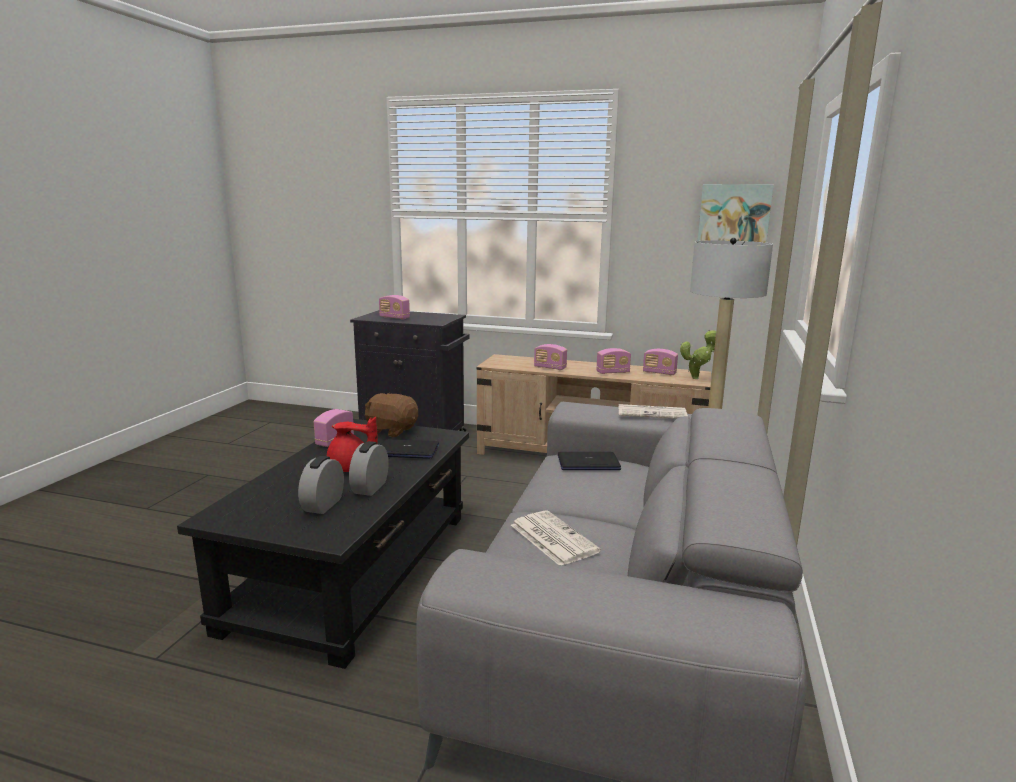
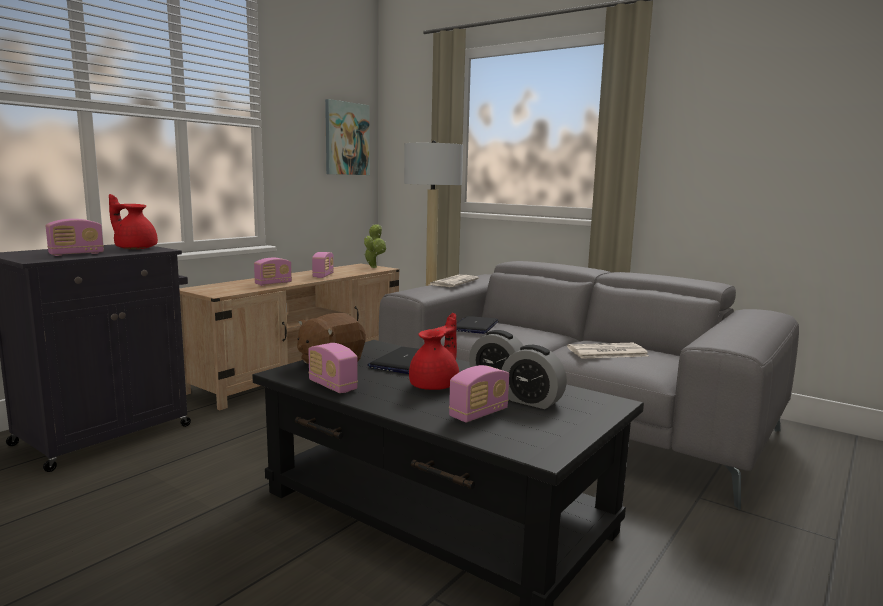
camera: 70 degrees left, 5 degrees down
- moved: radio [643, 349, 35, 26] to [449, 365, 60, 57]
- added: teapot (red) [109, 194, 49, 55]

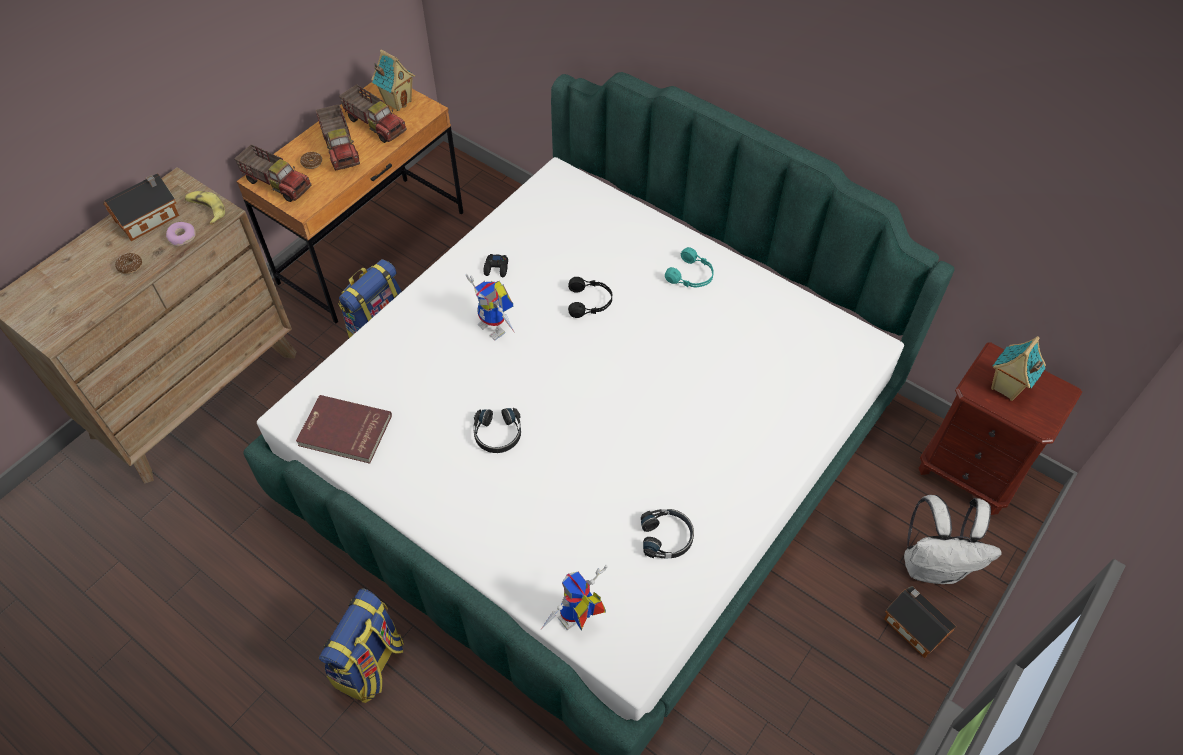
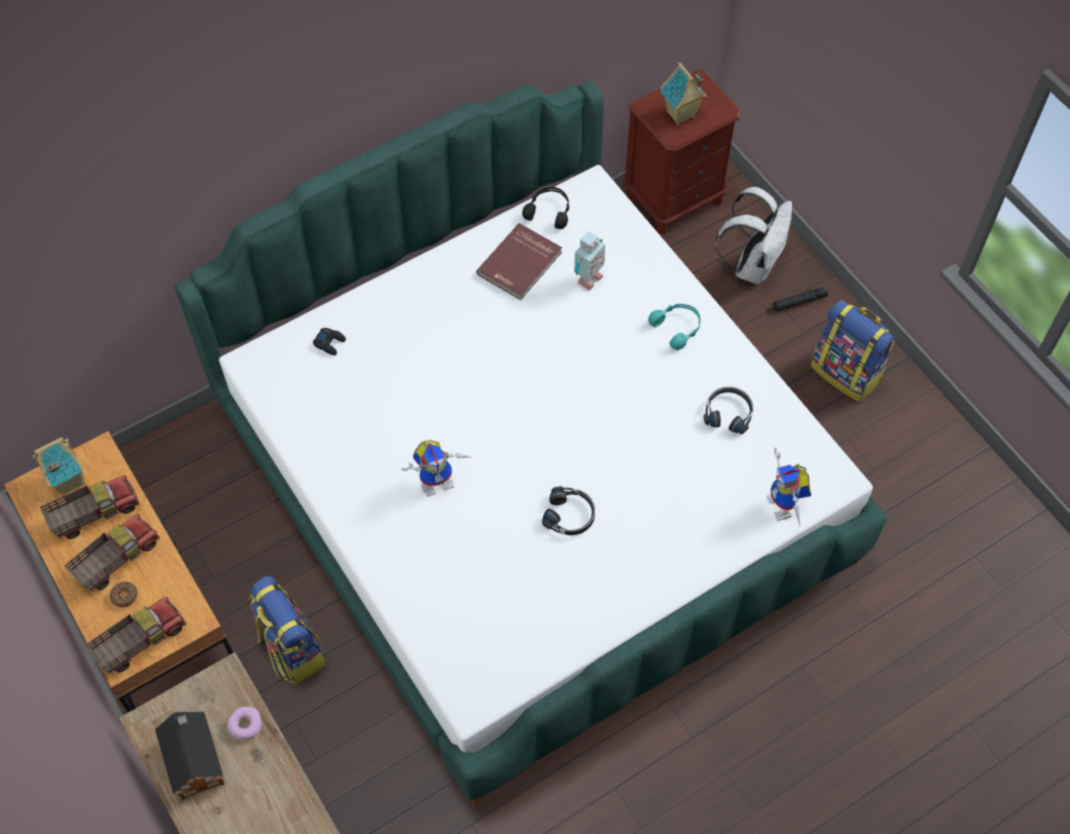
camera: 70 degrees left, 5 degrees up
- removed: donut [115, 253, 27, 21]
- removed: banana [185, 191, 40, 34]
- moved: book (red) [296, 395, 96, 69] to [476, 223, 86, 77]
- turned: toy truck [316, 104, 44, 66] = [64, 514, 96, 78] 45 degrees counterclockwise
- moved: backpack [319, 588, 85, 115] to [811, 300, 83, 102]
- moved: game controller (black) [483, 254, 25, 23] to [313, 328, 33, 27]
- moved: headphones (black) [568, 277, 44, 41] to [522, 187, 47, 42]
- moved: headphones (turquoise) [665, 247, 49, 40] to [648, 304, 52, 46]
- replaced: toy house [884, 586, 72, 72] to flashlight (black) [772, 287, 56, 25]
- added: toy robot [574, 231, 31, 60]

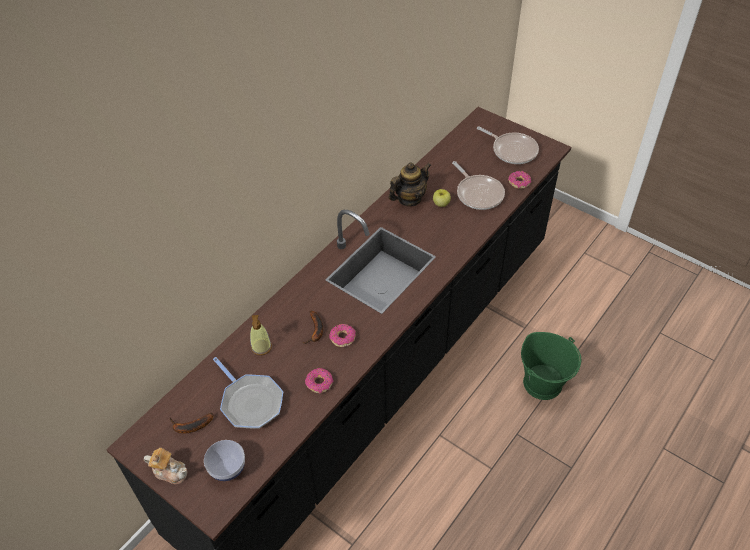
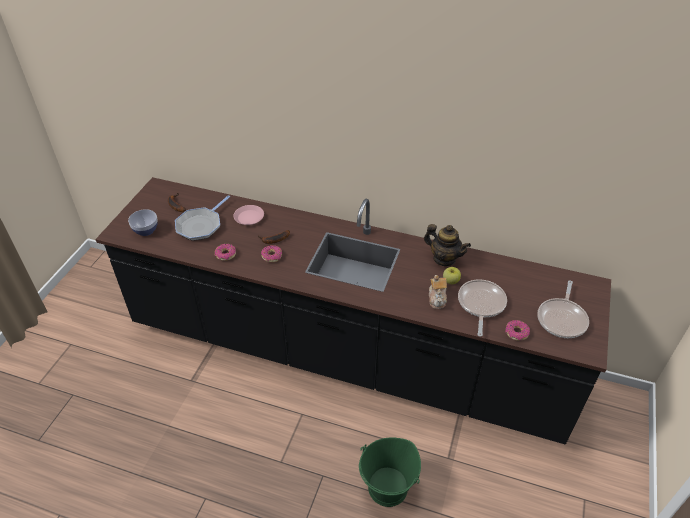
camera: 70 degrees right, 5 degrees down
- moved: teapot [144, 448, 43, 36] to [429, 275, 18, 34]
- replaced: soap dispenser [250, 315, 22, 40] to plate (pink) [234, 205, 30, 20]
- turned: frying pan [452, 161, 53, 49] = [458, 279, 49, 58] 150 degrees clockwise

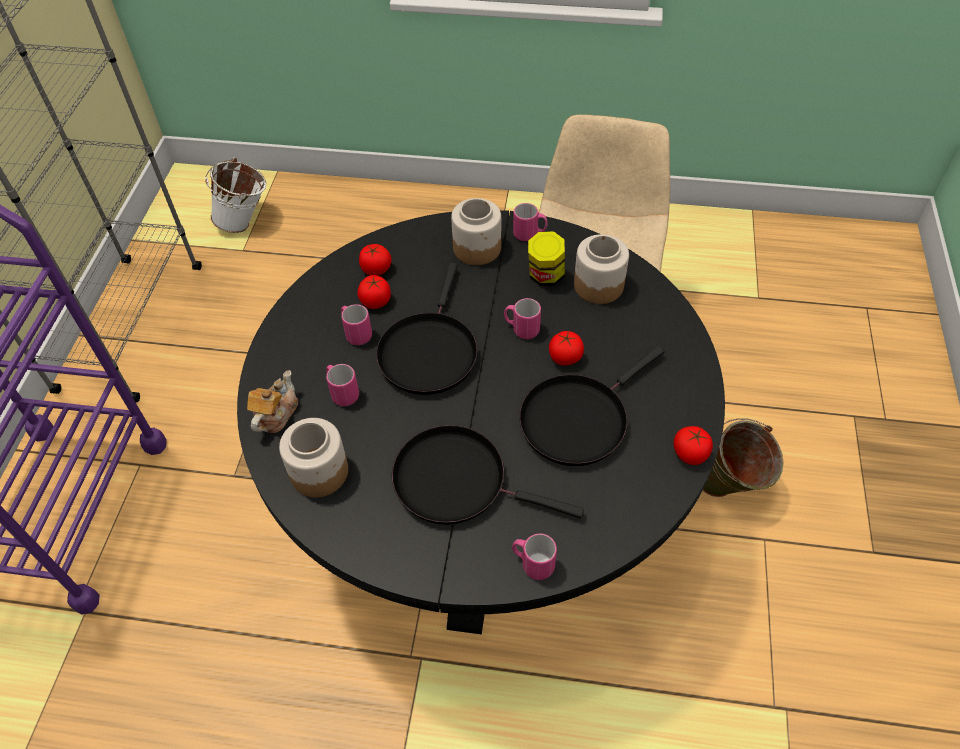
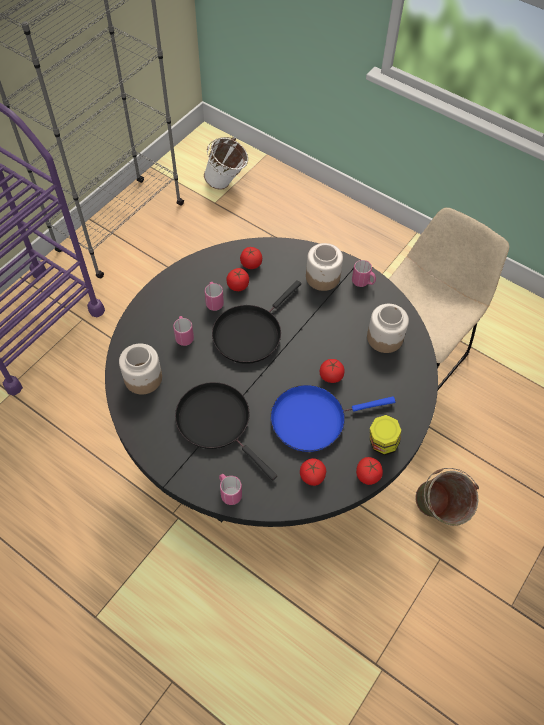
camera: 25 degrees right, 5 degrees up
- removed: teapot [247, 370, 51, 63]
- removed: mug (pink) [504, 298, 37, 41]
- recoloured: frying pan (black) [519, 346, 146, 120] to frying pan (blue) [271, 385, 125, 67]
- moved: jar [528, 231, 37, 55] to [370, 415, 31, 40]
- added: tomato [300, 458, 26, 28]

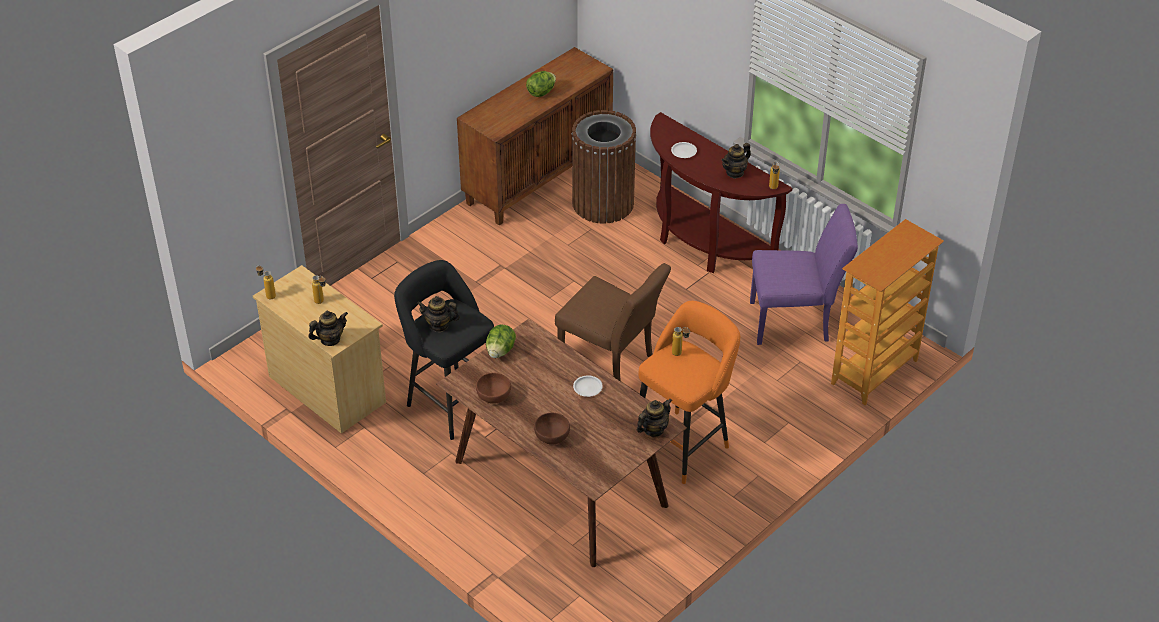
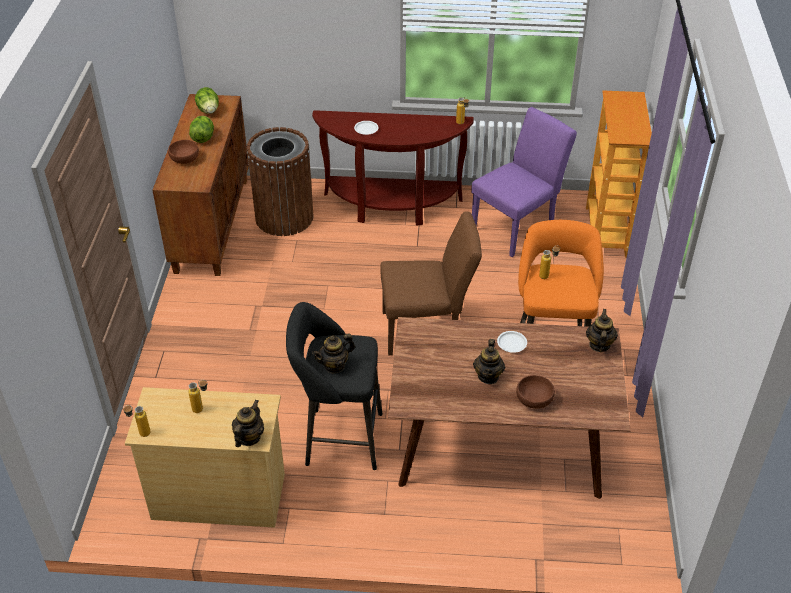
camera: 40 degrees left, 0 degrees up
- moved: bowl (brown) [476, 373, 35, 31] to [168, 140, 31, 24]
- moved: lettuce [486, 325, 30, 33] to [195, 87, 24, 27]
- moved: teapot [722, 143, 29, 36] to [473, 339, 32, 45]

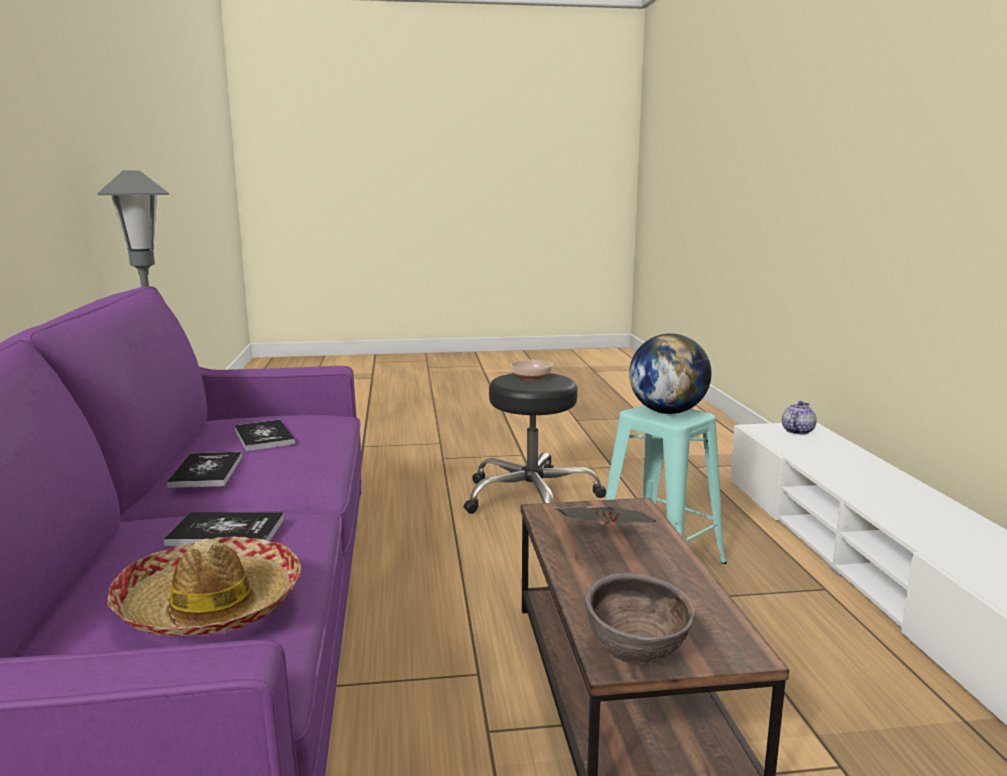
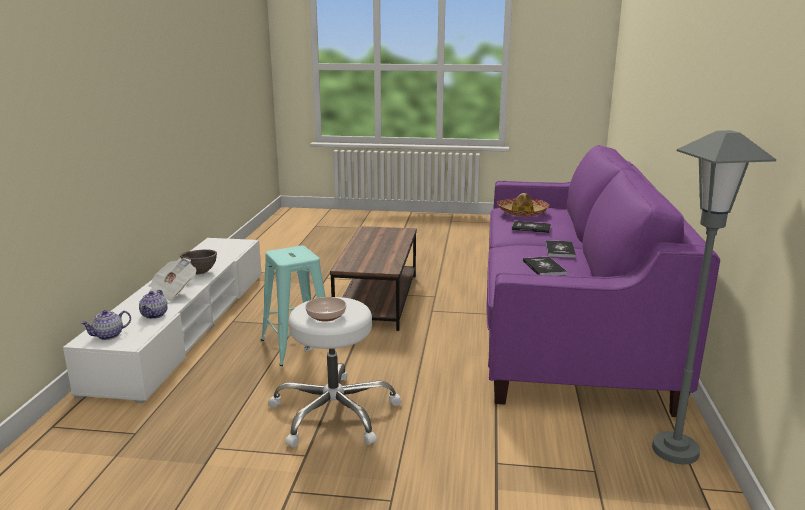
camera: 165 degrees left, 5 degrees up
- recoloured: stool (black) [464, 373, 142, 141] to stool (white) [268, 297, 134, 151]
- moved: newspaper [554, 506, 102, 20] to [148, 258, 48, 43]
- moved: bowl (brown) [585, 573, 110, 92] to [180, 249, 37, 25]
- removed: globe [629, 334, 82, 80]
- added: teapot [139, 290, 28, 29]

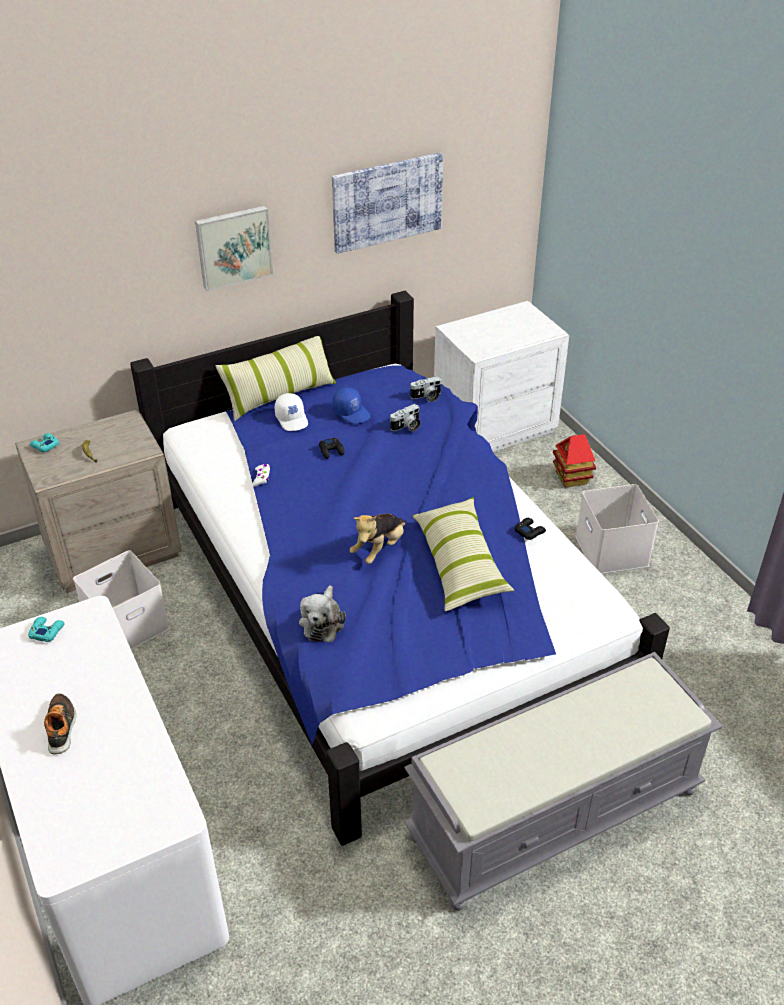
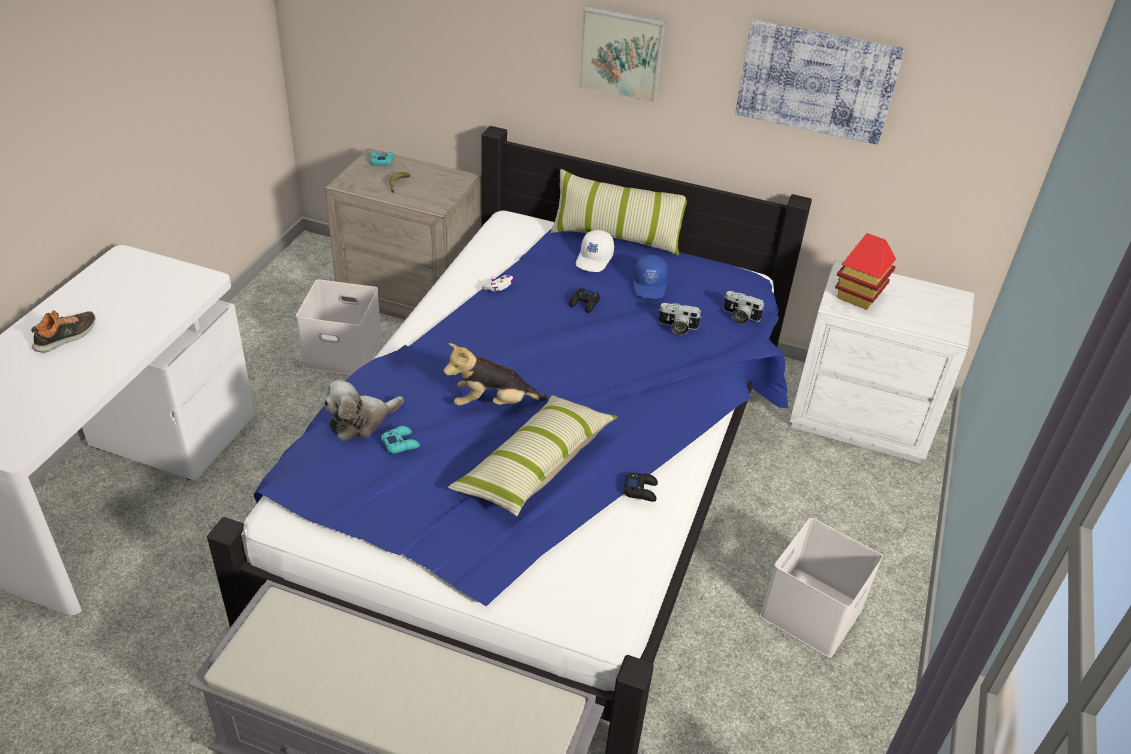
camera: 45 degrees right, 0 degrees up
- moved: game controller (turquoise) [28, 617, 37, 25] to [381, 426, 39, 28]
- moved: toy house [553, 434, 43, 54] to [835, 233, 61, 77]

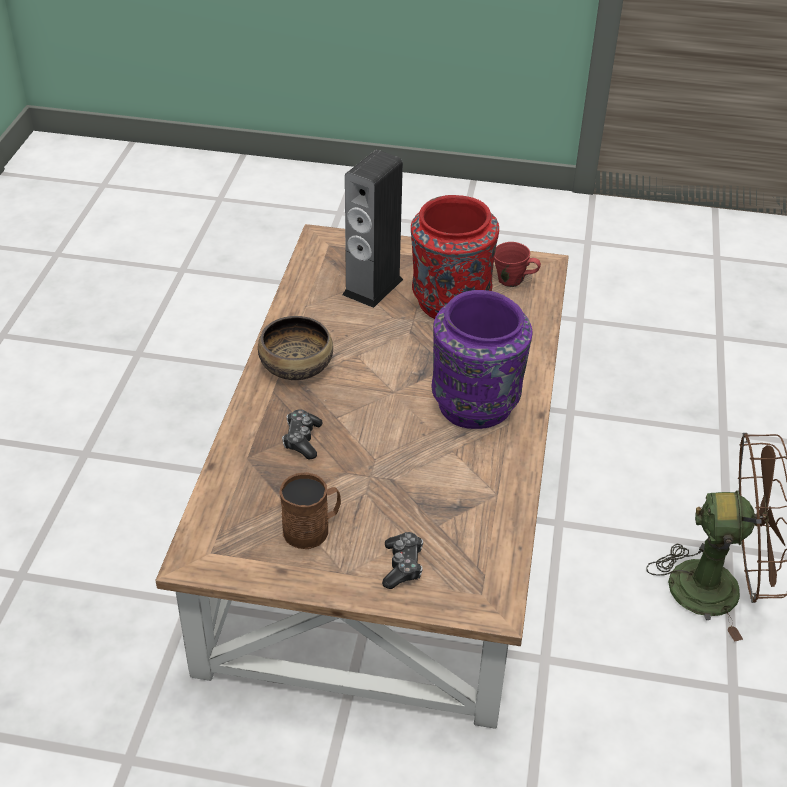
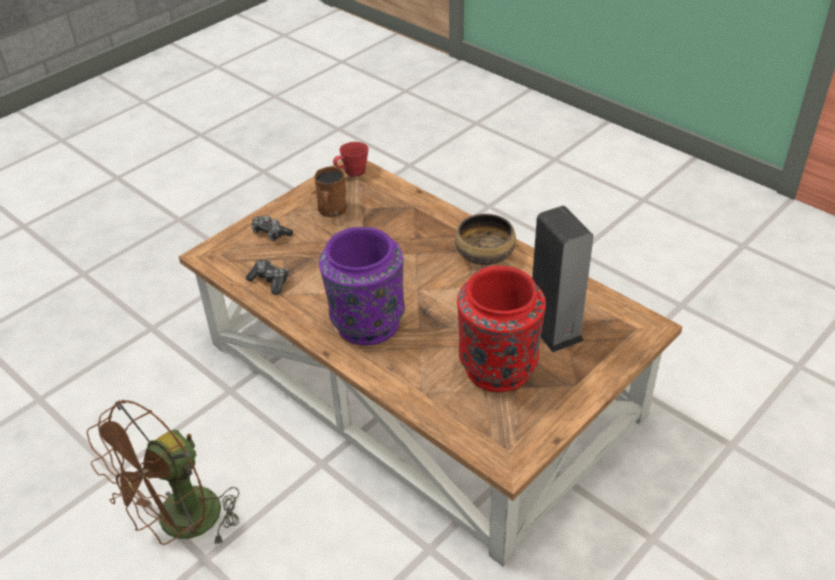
camera: 125 degrees right, 0 degrees up
- moved: game controller [282, 409, 41, 50] to [246, 260, 42, 35]
- moved: mug (red) [494, 242, 47, 45] to [333, 142, 36, 35]

